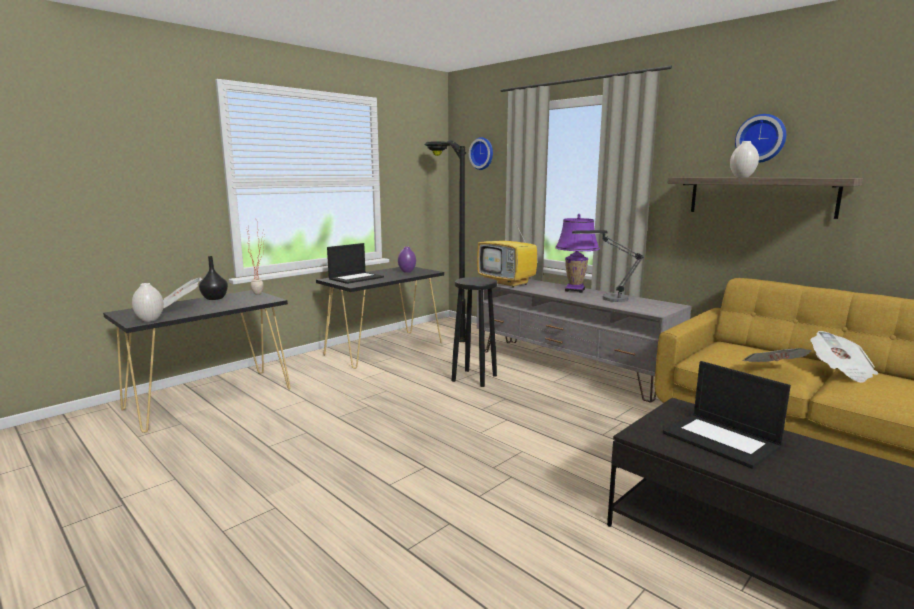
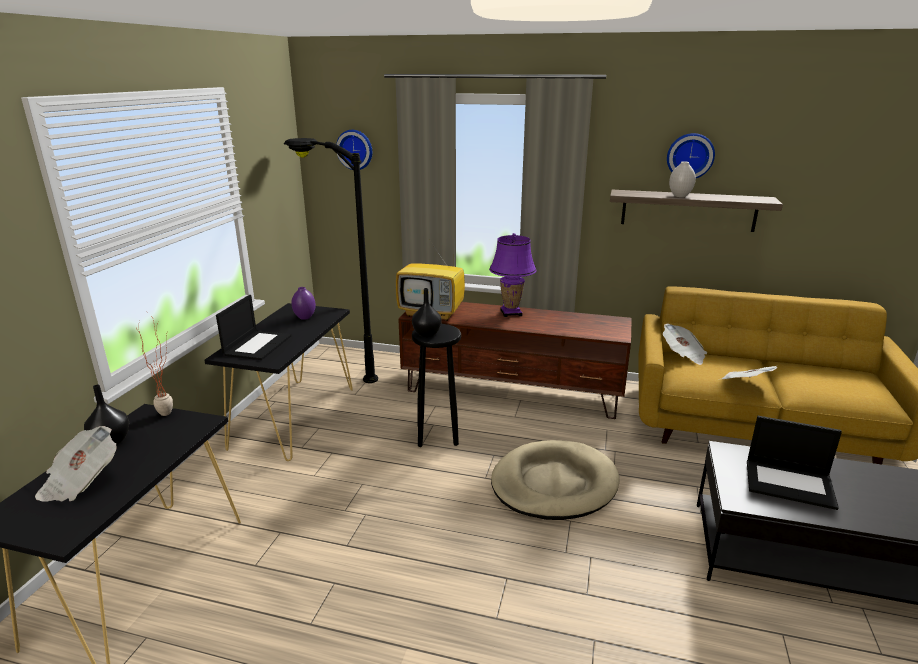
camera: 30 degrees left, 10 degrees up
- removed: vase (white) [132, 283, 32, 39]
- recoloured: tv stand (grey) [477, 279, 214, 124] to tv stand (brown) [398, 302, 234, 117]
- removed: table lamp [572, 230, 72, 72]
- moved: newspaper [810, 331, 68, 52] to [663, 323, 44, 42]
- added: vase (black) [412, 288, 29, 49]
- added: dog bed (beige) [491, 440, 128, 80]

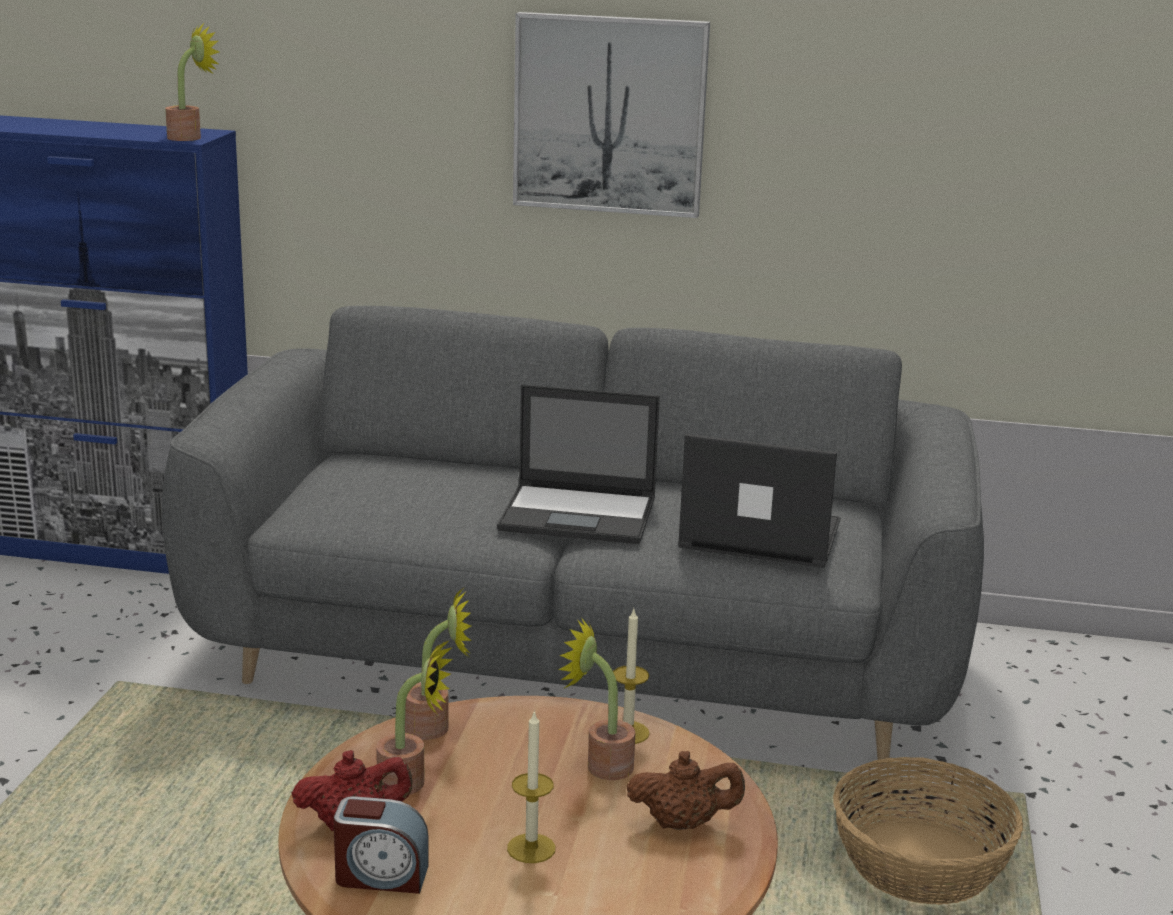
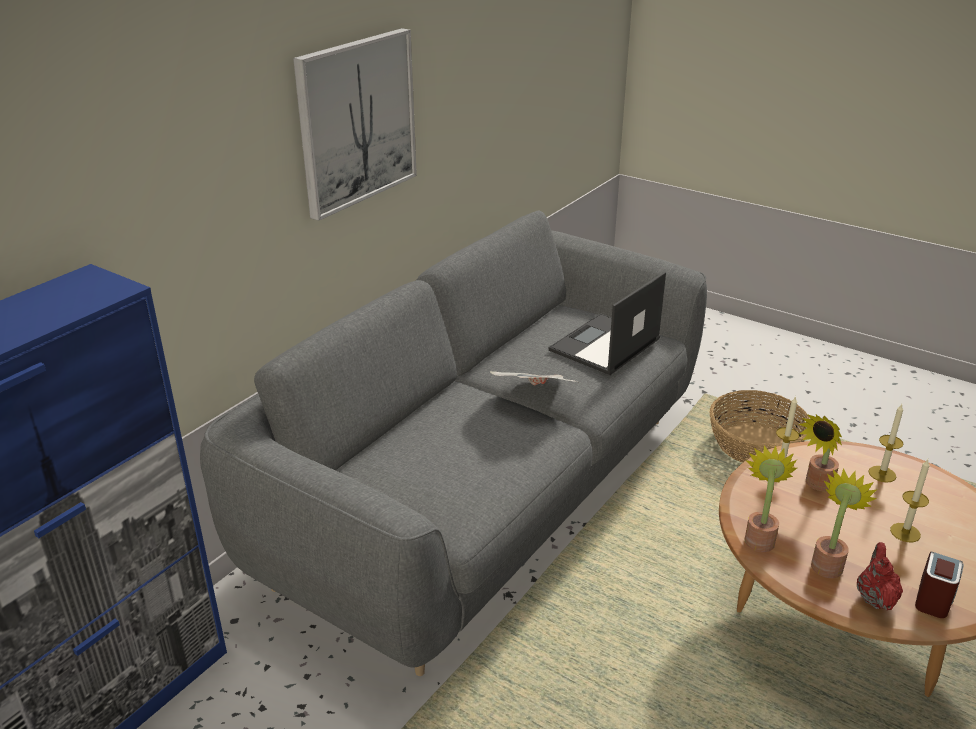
camera: 65 degrees left, 10 degrees up
- removed: potted plant [165, 23, 54, 118]
- replaced: laptop [497, 385, 163, 159] to newspaper [490, 371, 90, 14]
- replaced: teapot (brown) [626, 751, 119, 79] to candle [869, 404, 35, 79]

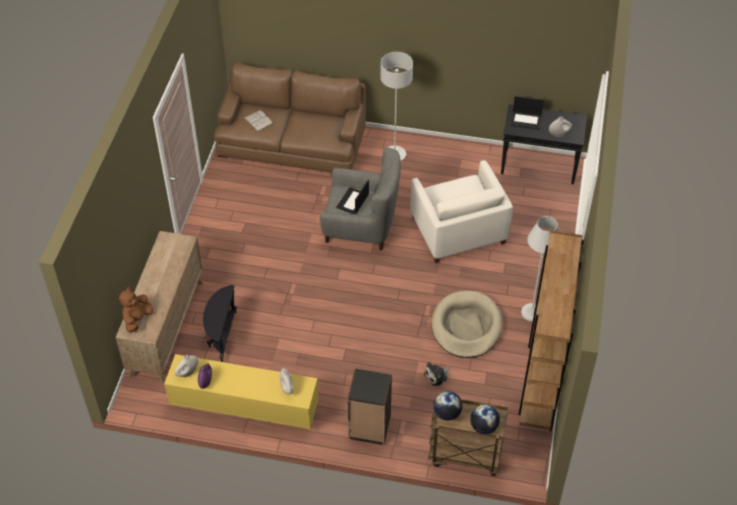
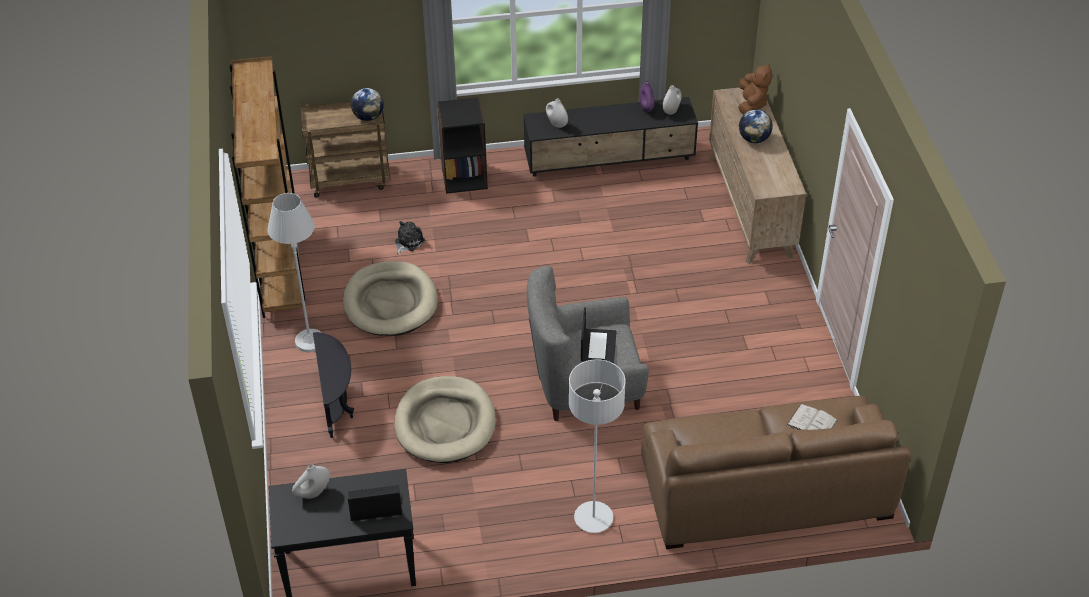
camera: 160 degrees right, 5 degrees down
- recoloured: tv stand (yellow) [164, 354, 155, 75] to tv stand (black) [523, 97, 175, 80]
- moved: side table (black) [203, 285, 34, 77] to [313, 332, 41, 106]
- replaced: armchair (white) [410, 160, 103, 103] to dog bed (beige) [394, 376, 102, 87]
- moved: globe [470, 404, 30, 30] to [739, 110, 34, 33]

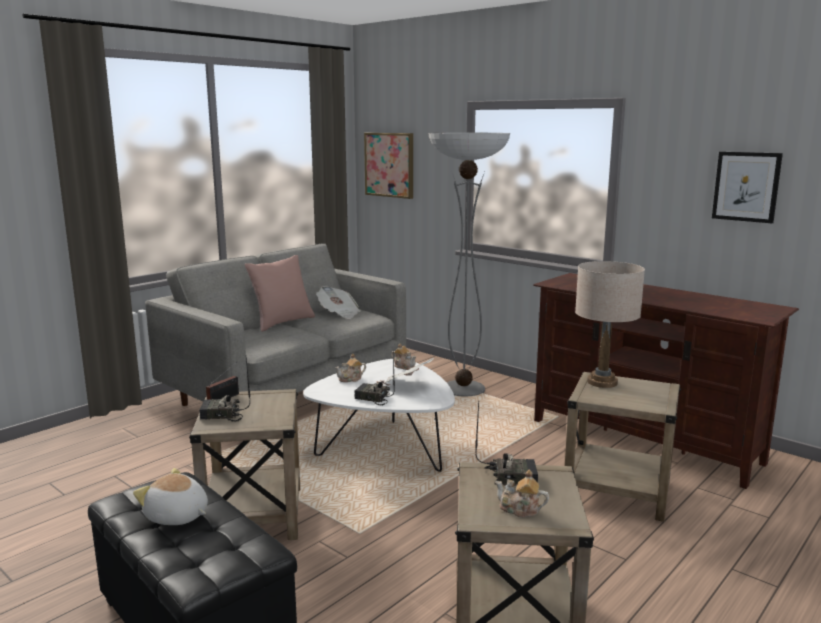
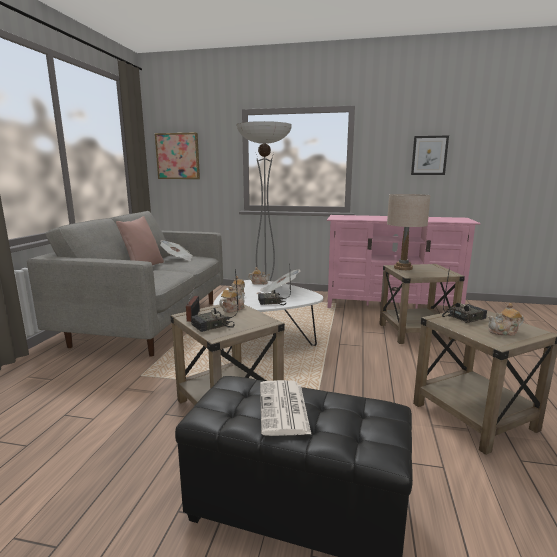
camera: 30 degrees left, 0 degrees up
- replaced: plush toy [133, 468, 75, 57] to newspaper [260, 380, 52, 56]
- recoloured: tv stand (brown) [533, 273, 266, 216] to tv stand (pink) [327, 215, 154, 94]
- added: teapot [219, 286, 26, 27]

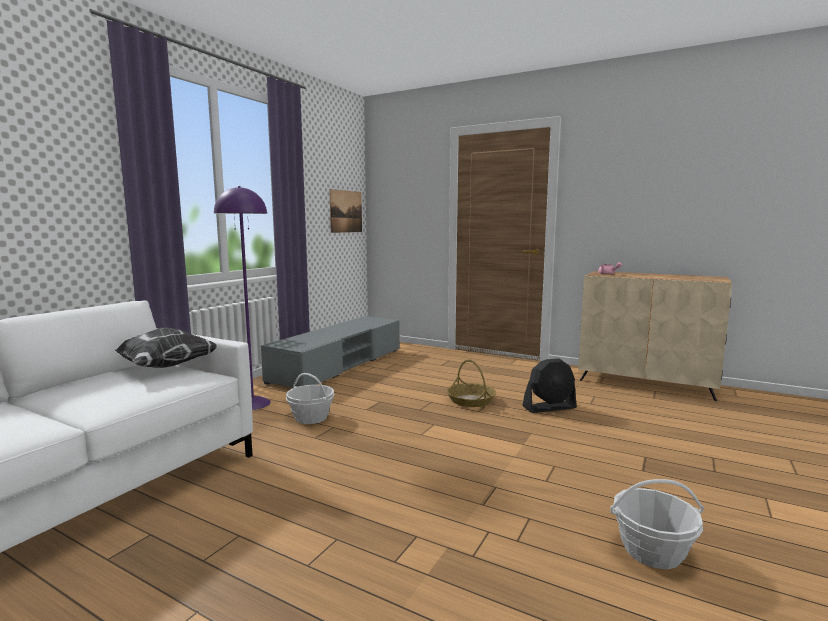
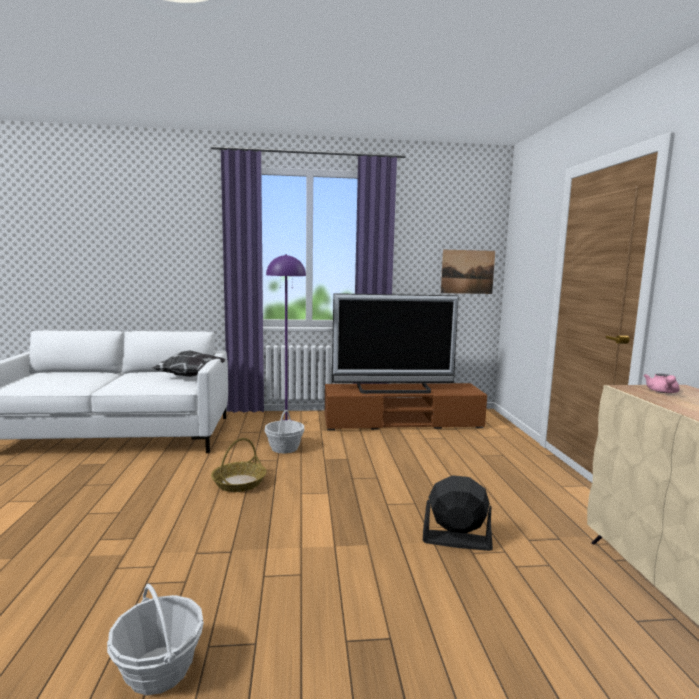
camera: 55 degrees right, 0 degrees up
- recoloured: tv stand (grey) [261, 316, 139, 72] to tv stand (brown) [325, 383, 162, 47]
- moved: basket [447, 359, 49, 48] to [211, 438, 56, 54]
- turned: fan (black) [522, 358, 55, 55] = [423, 475, 70, 76] 150 degrees clockwise
- added: television [332, 293, 127, 101]

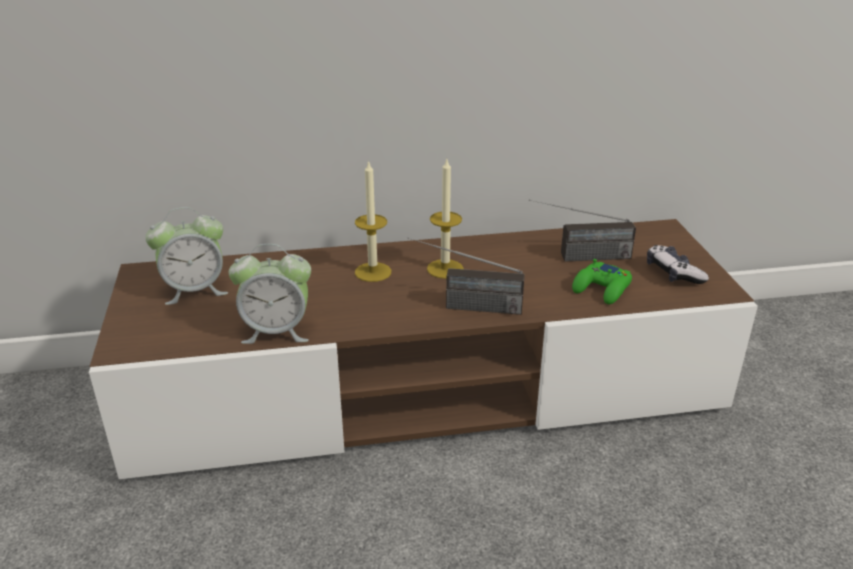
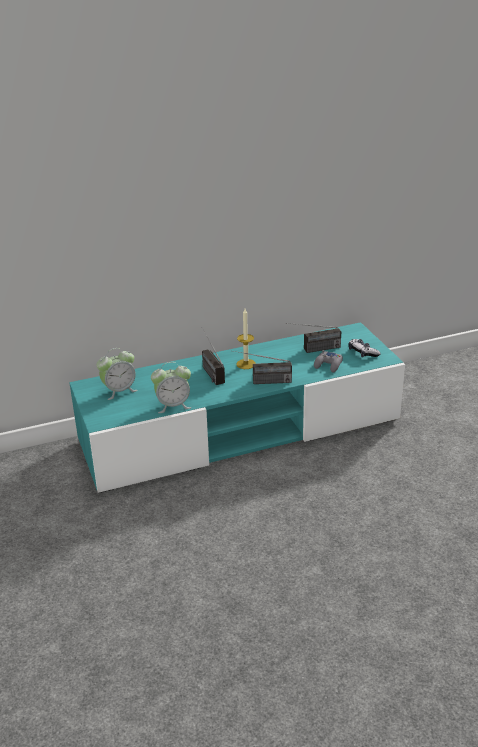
camera: 10 degrees left, 0 degrees up
- recoloured: tv stand (brown) [89, 219, 669, 260] to tv stand (turquoise) [69, 322, 336, 171]
- replaced: candle [355, 160, 36, 122] to radio [202, 328, 23, 57]
- recoloured: game controller (green) [572, 259, 60, 45] to game controller (grey) [314, 350, 29, 22]

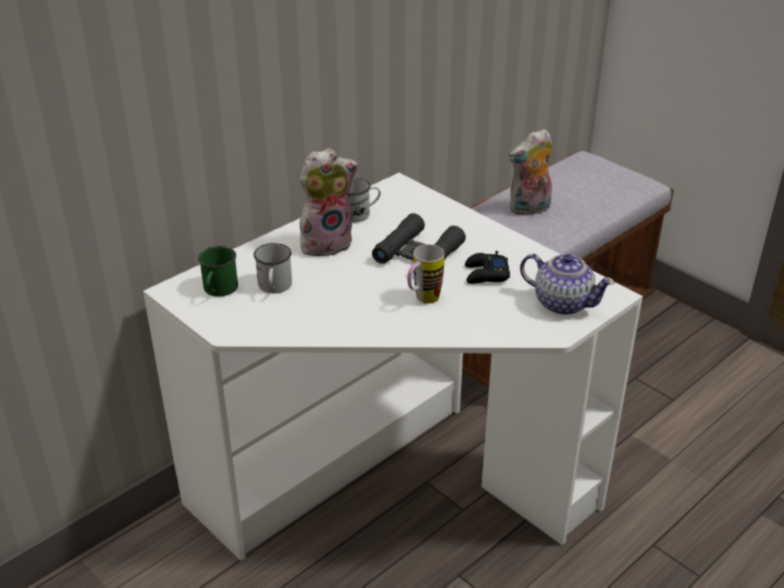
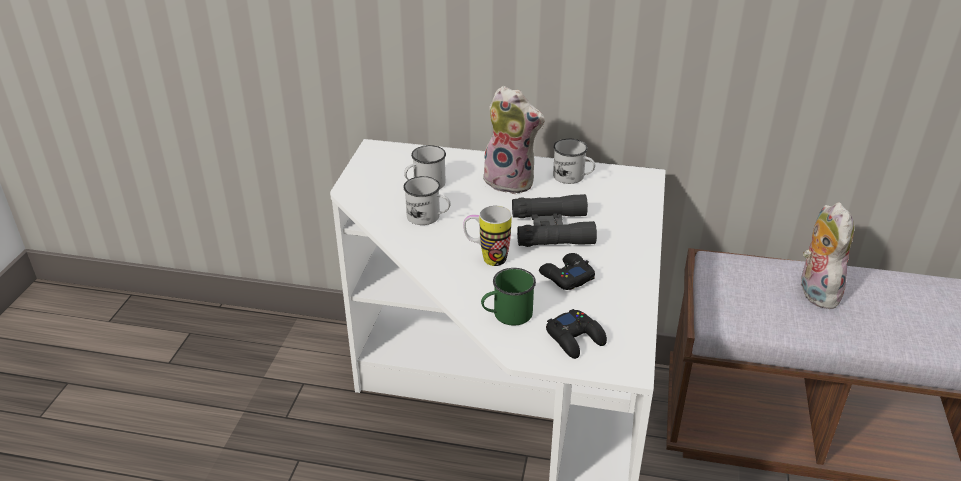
camera: 55 degrees right, 0 degrees up
- moved: mug (green) [198, 246, 40, 51] to [481, 268, 55, 58]
- turned: plush toy [509, 129, 43, 87] = [801, 202, 53, 107] 60 degrees clockwise
- replaced: teapot [520, 254, 95, 61] to game controller (black) [546, 309, 61, 50]
- added: mug (white) [403, 176, 48, 49]

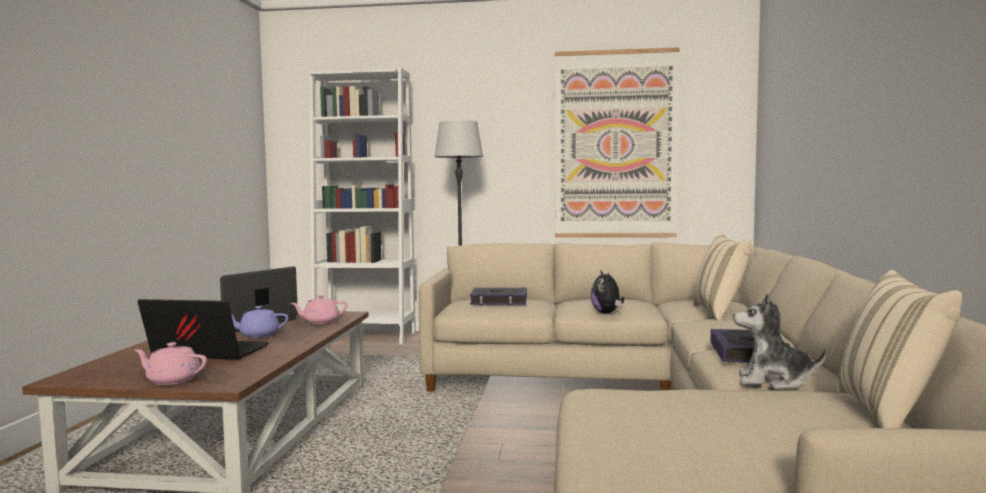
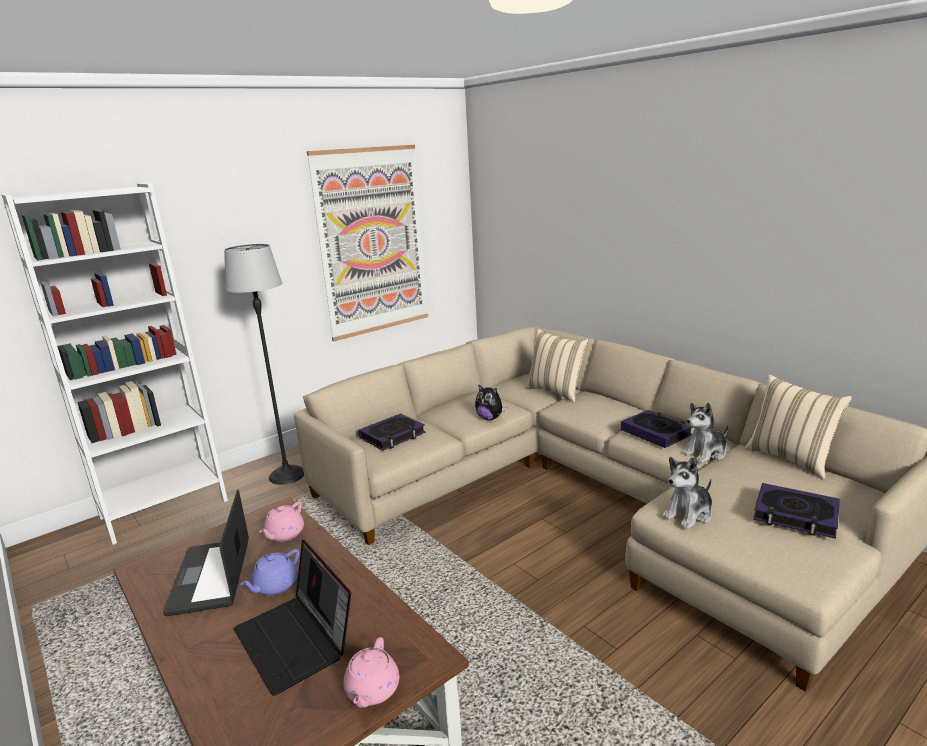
camera: 45 degrees left, 15 degrees up
- turned: teapot (pink) [134, 342, 73, 43] = [344, 637, 55, 71] 45 degrees counterclockwise
- turned: laptop [138, 299, 131, 60] = [233, 540, 118, 156] 90 degrees counterclockwise
- added: plush toy [662, 457, 50, 72]
- added: book [753, 483, 87, 56]

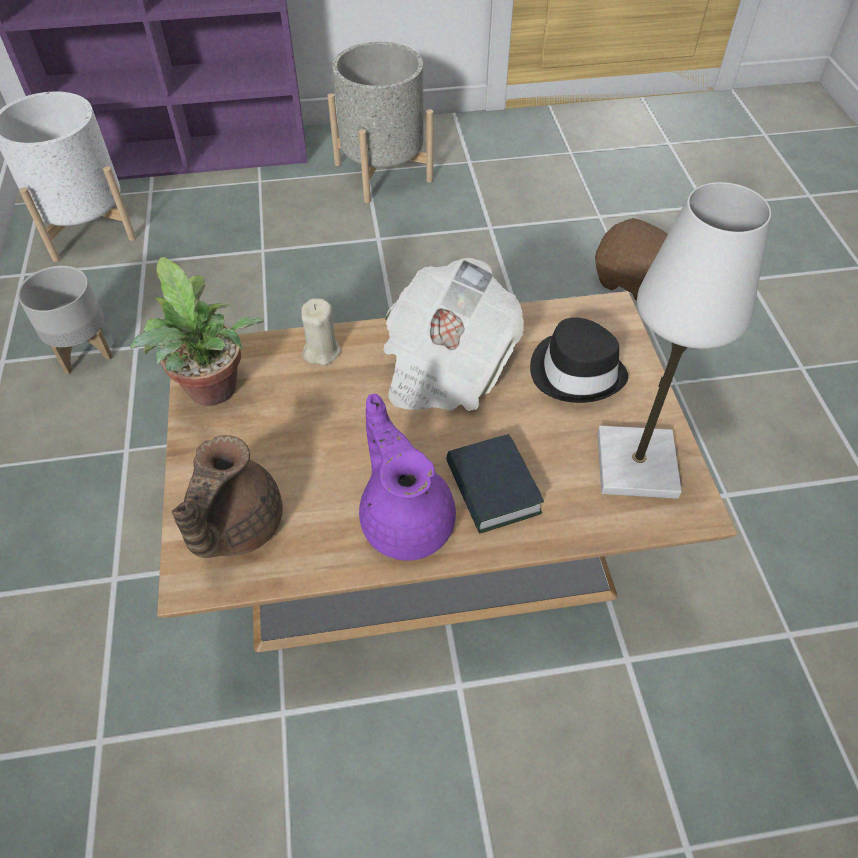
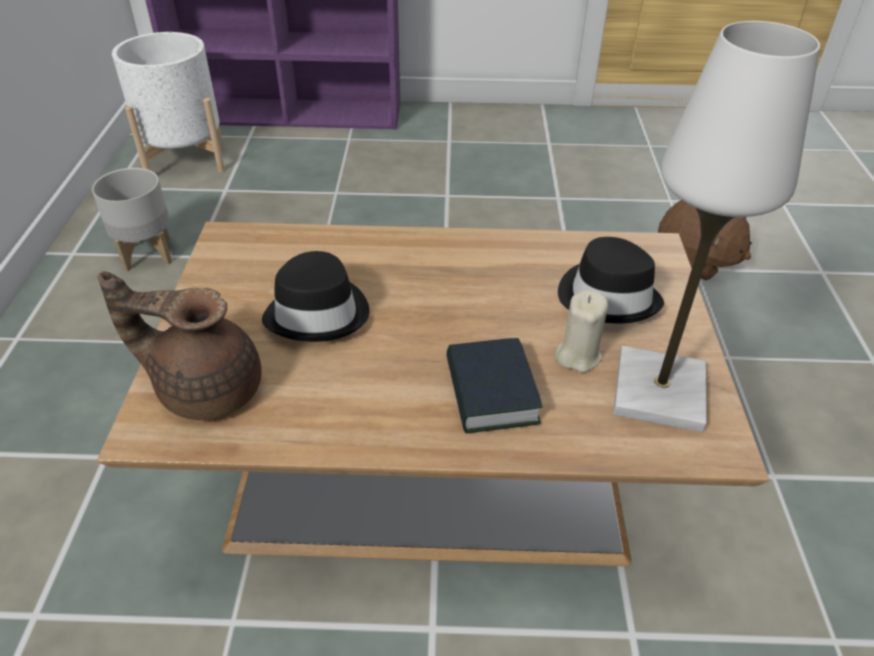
camera: 10 degrees right, 10 degrees down
- removed: potted plant [130, 257, 134, 149]
- turned: teapot (brown) [172, 435, 111, 123] = [98, 271, 164, 149] 75 degrees clockwise
- moved: candle (beige) [301, 298, 40, 67] to [555, 290, 53, 82]
- removed: planter (grey) [327, 42, 106, 161]
- removed: teapot (purple) [359, 394, 97, 167]
- removed: newspaper [383, 258, 141, 153]
- added: hat (black) [262, 251, 108, 91]

